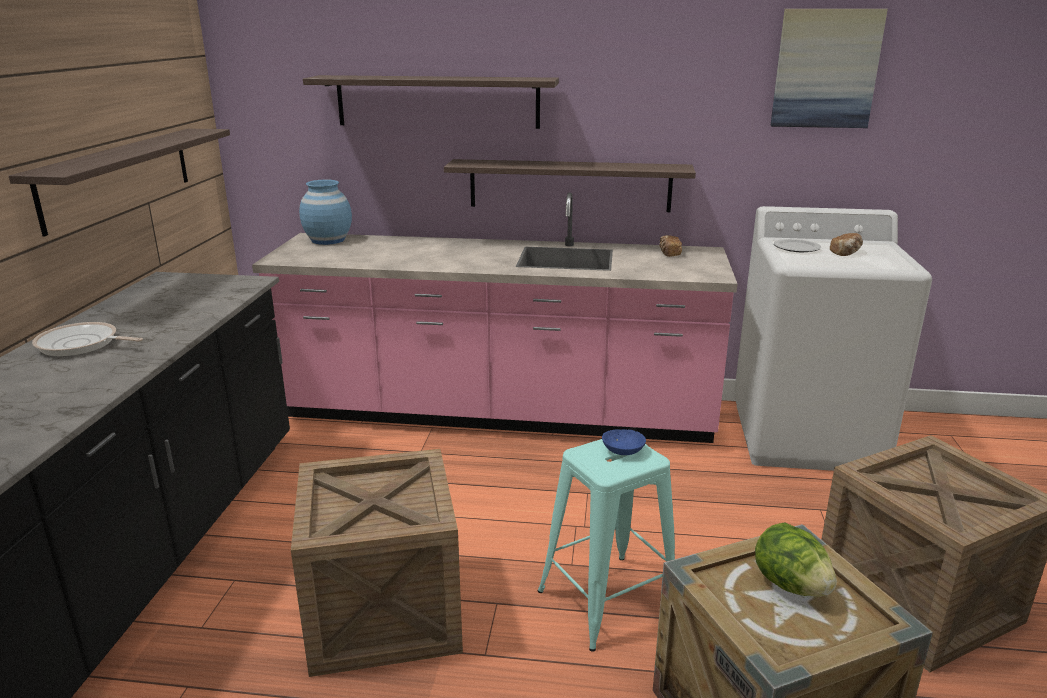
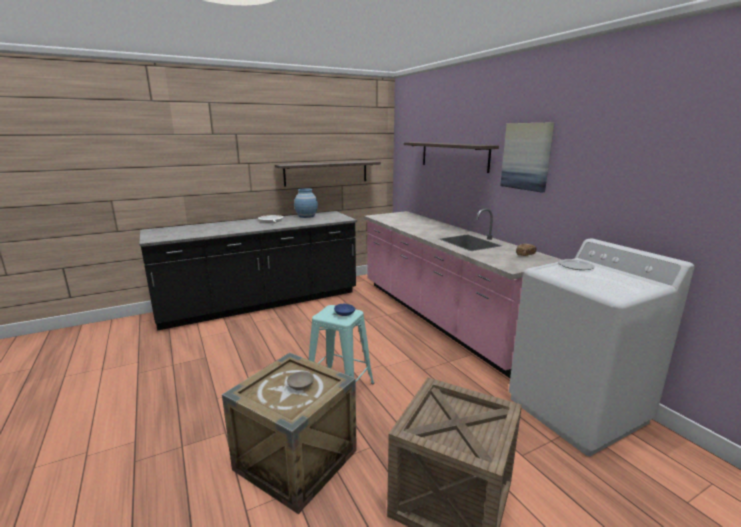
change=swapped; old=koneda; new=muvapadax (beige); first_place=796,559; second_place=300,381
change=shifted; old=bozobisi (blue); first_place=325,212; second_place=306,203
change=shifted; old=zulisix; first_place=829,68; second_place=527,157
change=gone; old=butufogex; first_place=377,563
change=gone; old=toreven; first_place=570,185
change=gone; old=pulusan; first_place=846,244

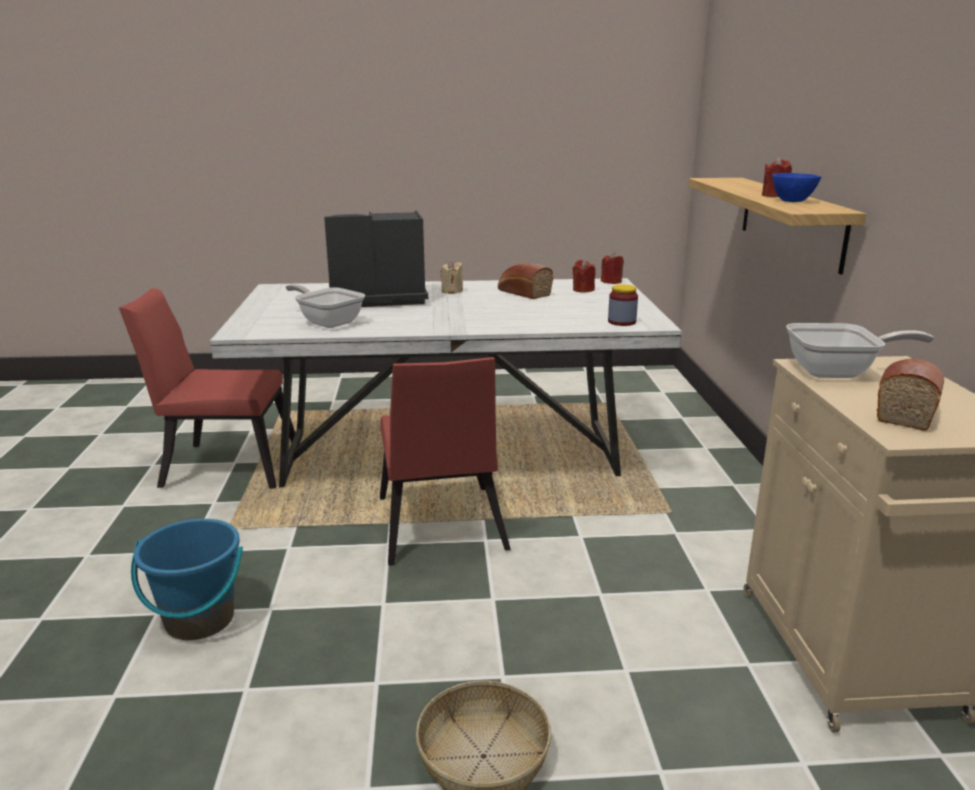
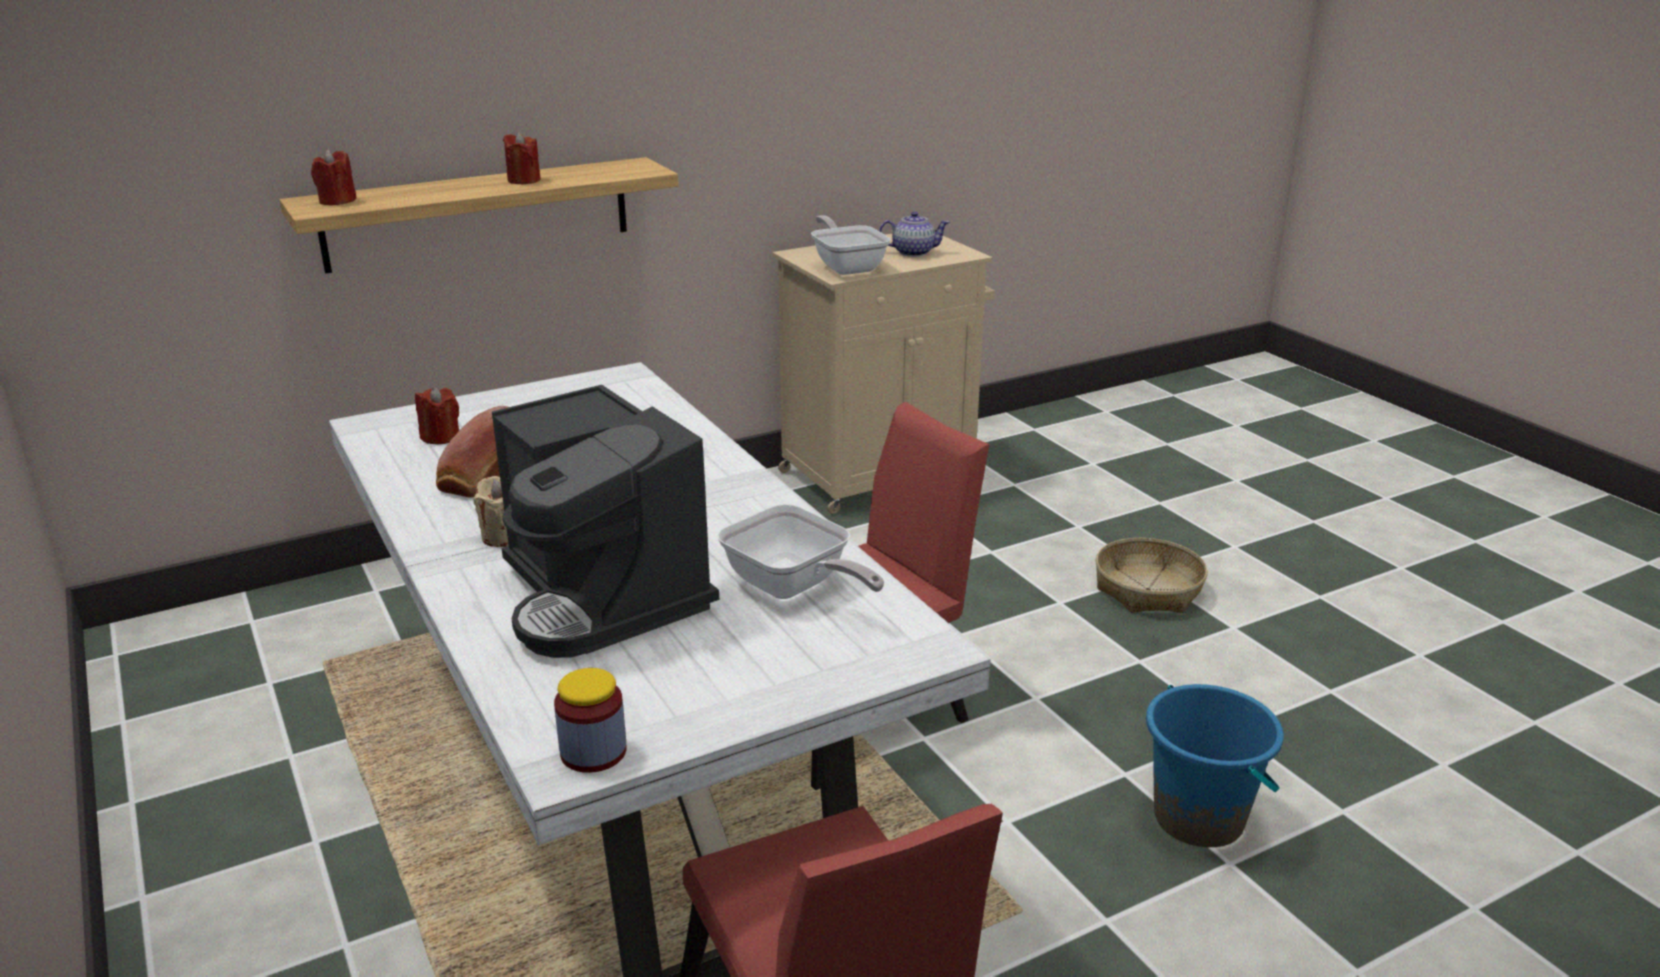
change=shifted; old=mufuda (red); first_place=612,268; second_place=334,177
change=shifted; old=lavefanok; first_place=623,305; second_place=590,720
change=rotated; old=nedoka; first_place=325,306; second_place=800,551; degrees=-60
change=swapped; old=pulusan; new=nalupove; first_place=910,395; second_place=914,234
change=gone; old=muvapadax (blue); first_place=796,187

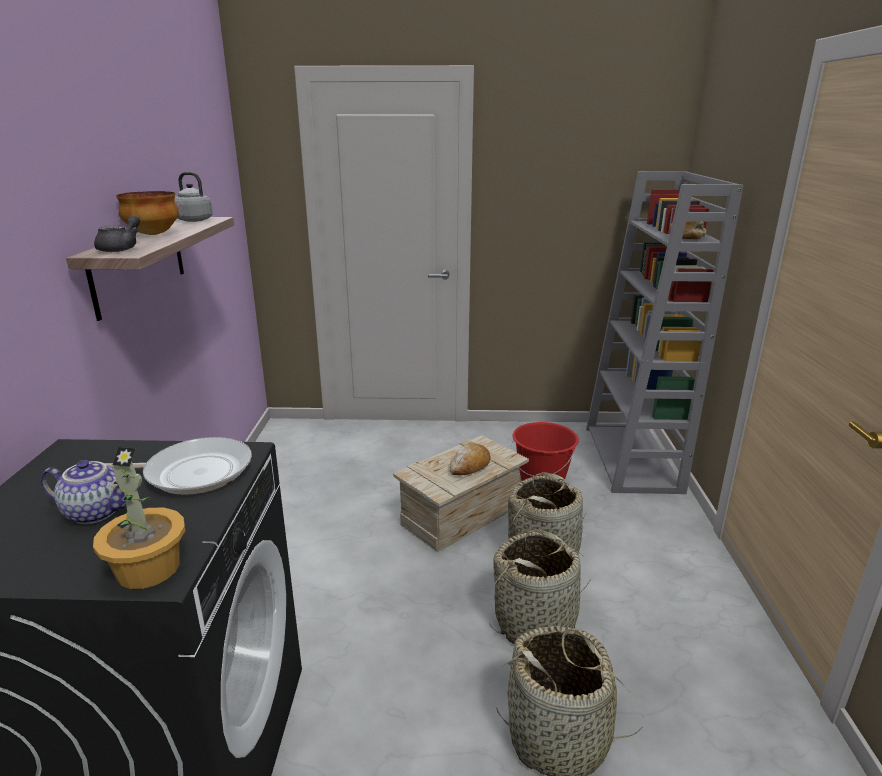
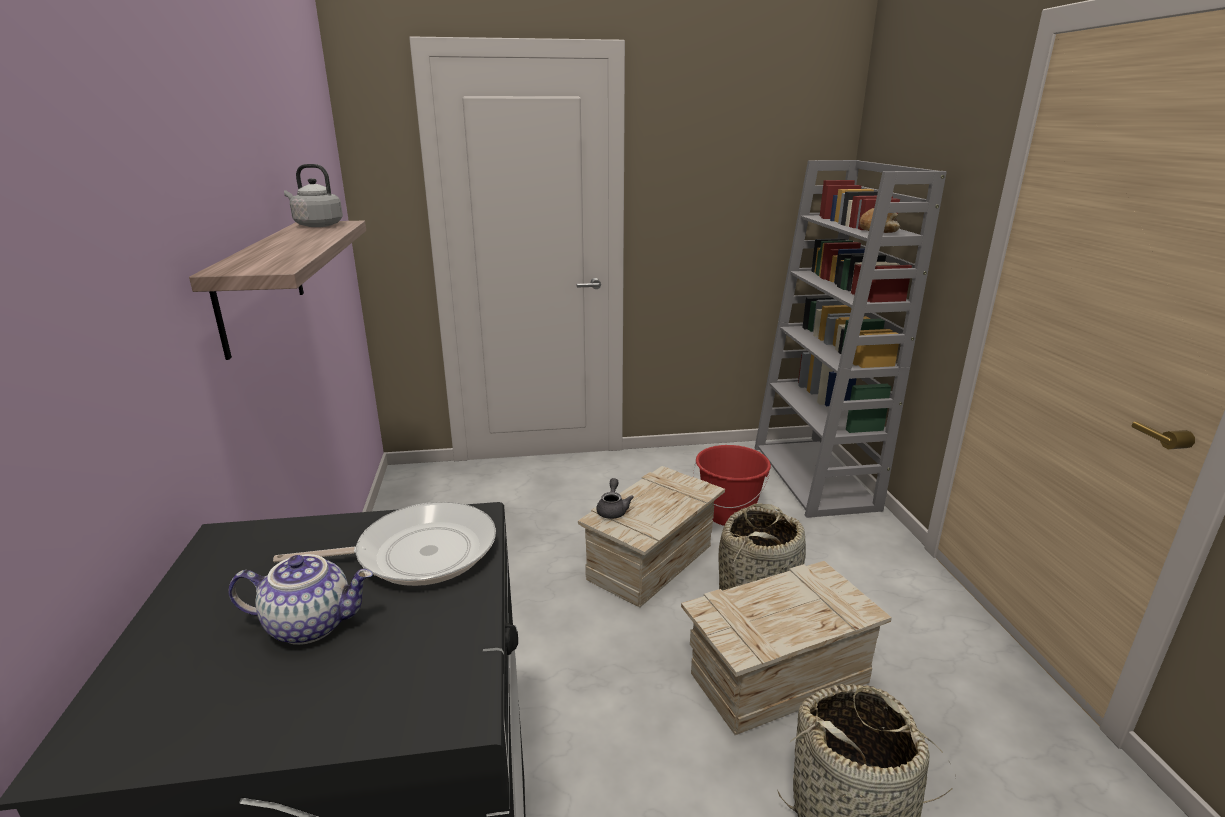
change=shifted; old=nalupove (grey); first_place=117,233; second_place=615,498
change=swapped; old=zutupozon; new=butufogex; first_place=540,586; second_place=786,648
change=gone; old=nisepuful; first_place=139,518
change=gone; old=muvapadax; first_place=147,213
change=gone; old=pulusan; first_place=470,459

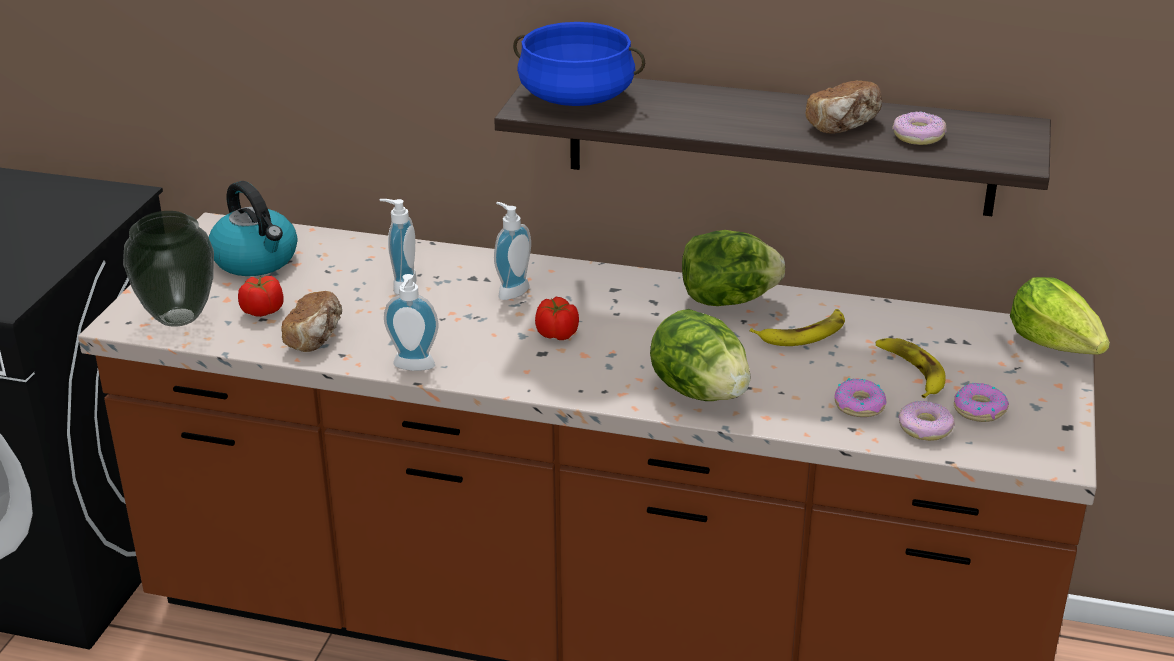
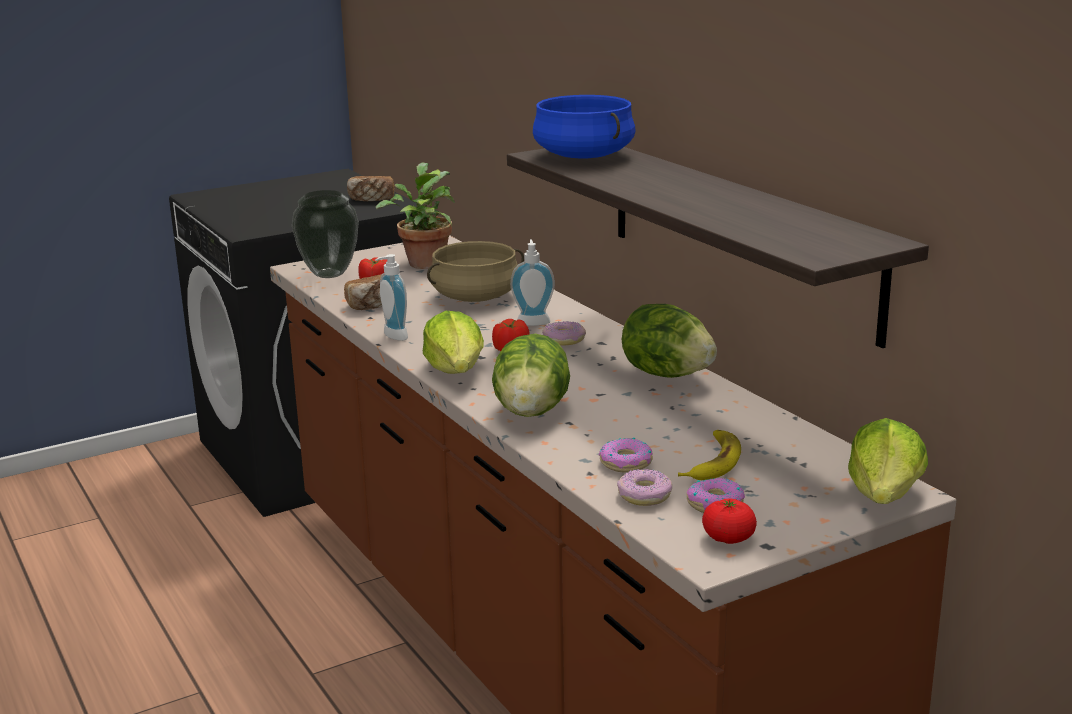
change=shifted; old=pulusan; first_place=844,107; second_place=371,188
change=swapped; old=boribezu; new=nisepuful; first_place=253,228; second_place=415,216
change=new; new=koneda; second_place=453,342
change=swapped; old=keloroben; new=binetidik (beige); first_place=398,246; second_place=475,271
change=shifted; old=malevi; first_place=919,128; second_place=564,333
change=new; new=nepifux; second_place=729,521
change=gone; old=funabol; first_place=797,327

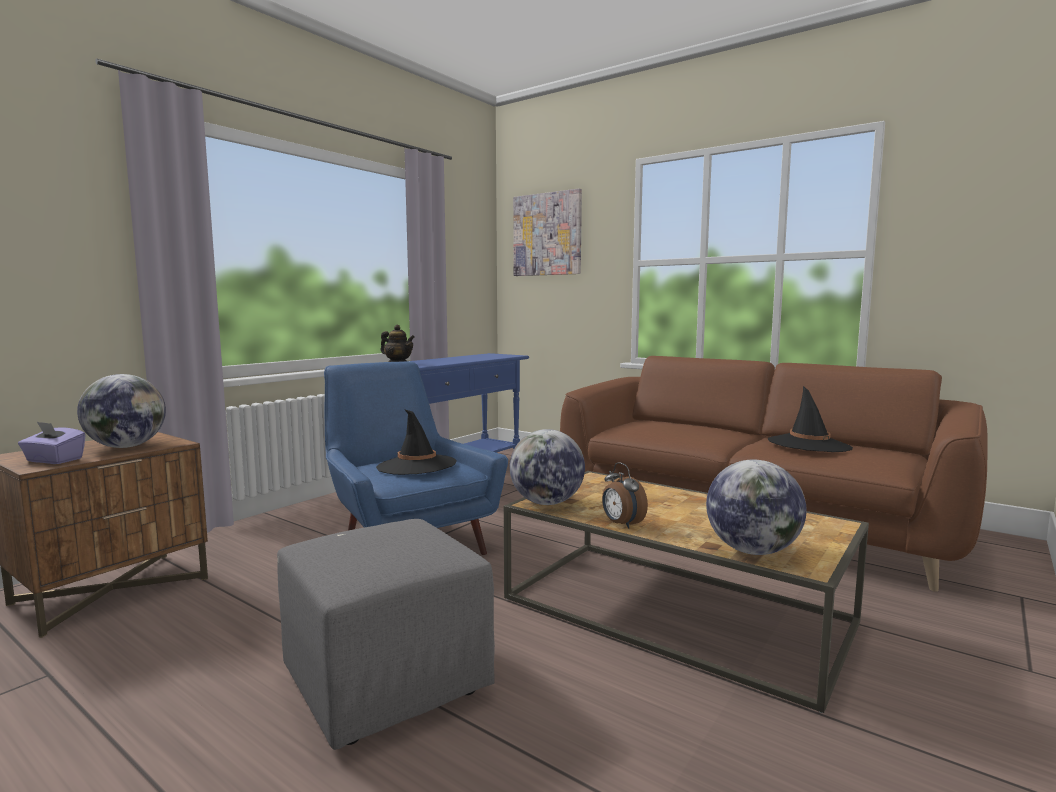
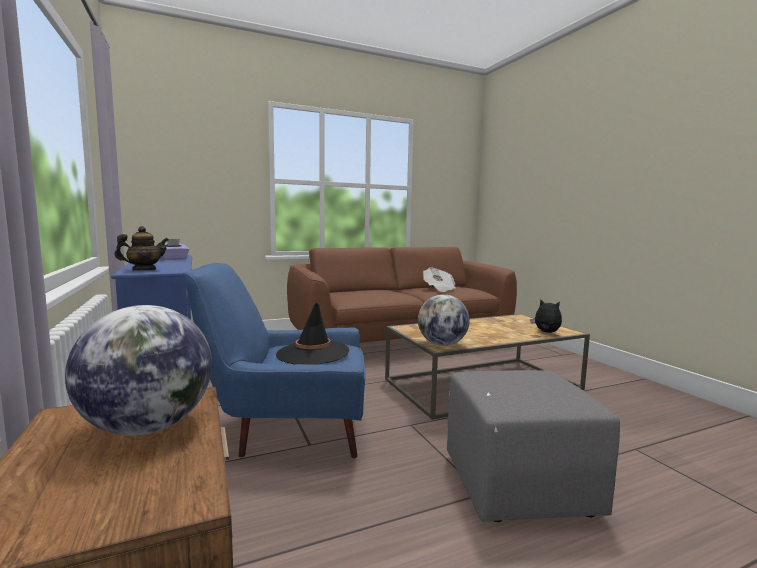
change=shifted; old=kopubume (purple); first_place=52,443; second_place=174,249
change=swapped; old=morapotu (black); new=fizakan; first_place=810,419; second_place=439,280
change=swapped; old=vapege; new=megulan; first_place=756,507; second_place=546,316
change=gone; old=zulisix; first_place=547,232
change=gone; old=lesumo; first_place=625,495

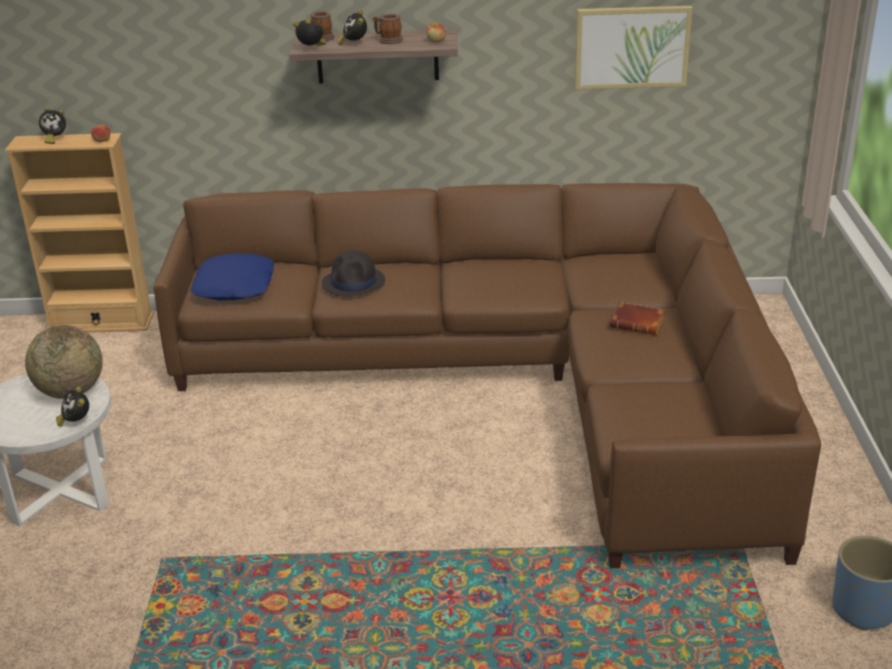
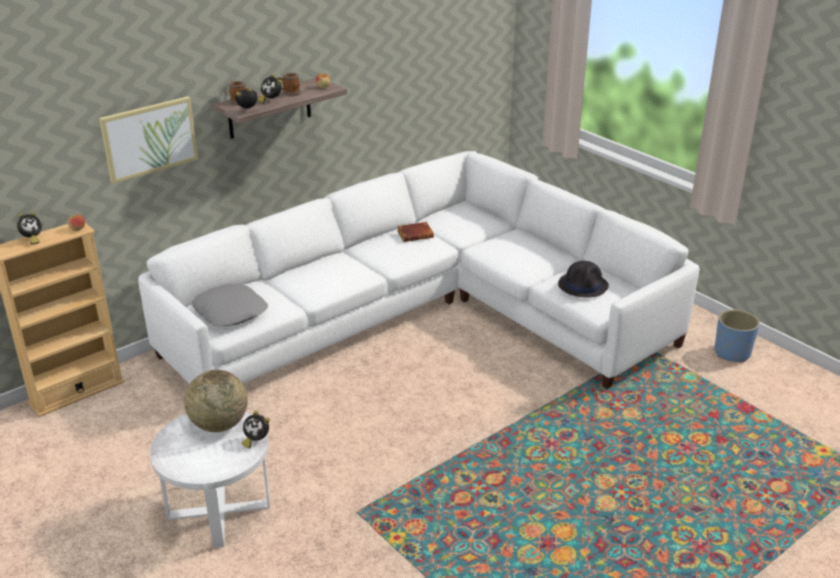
change=shifted; old=zulisix; first_place=633,47; second_place=148,140
change=repainted; old=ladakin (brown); new=ladakin (white); first_place=487,375; second_place=419,270
change=repainted; old=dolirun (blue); new=dolirun (grey); first_place=232,277; second_place=230,305
change=shifted; old=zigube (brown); first_place=637,318; second_place=415,232
change=shifted; old=morapotu (black); first_place=353,274; second_place=583,279

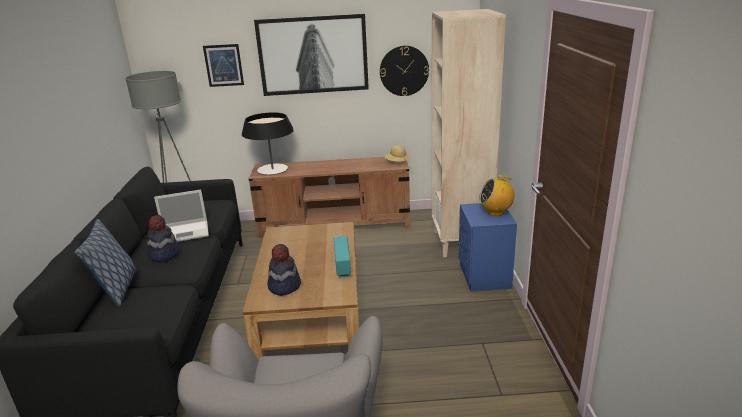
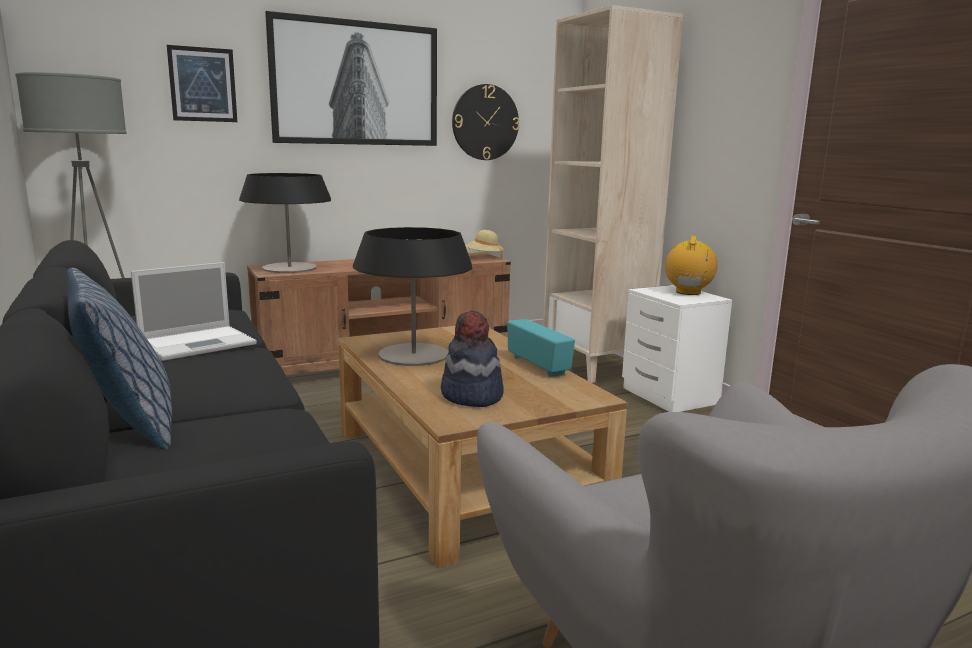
change=new; new=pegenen; second_place=412,296
change=repainted; old=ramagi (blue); new=ramagi (white); first_place=488,247; second_place=677,348
change=rotated; old=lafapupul; first_place=497,195; second_place=691,265; degrees=135
change=gone; old=morapotu; first_place=163,238

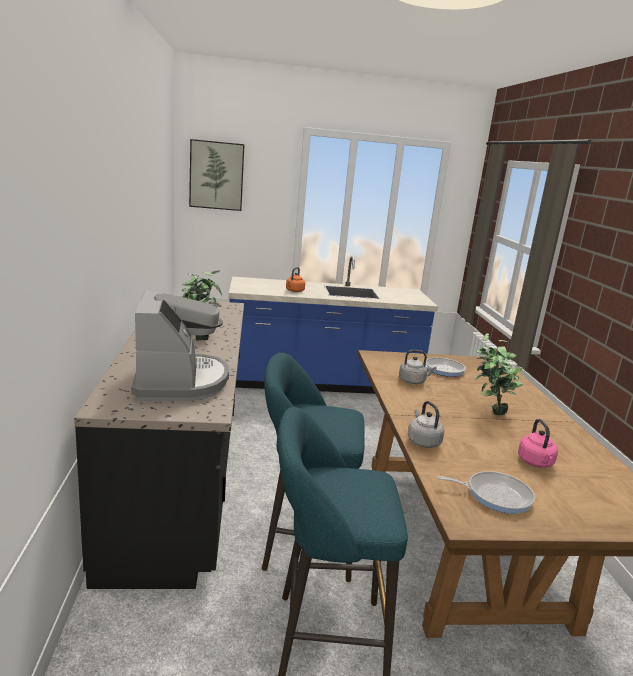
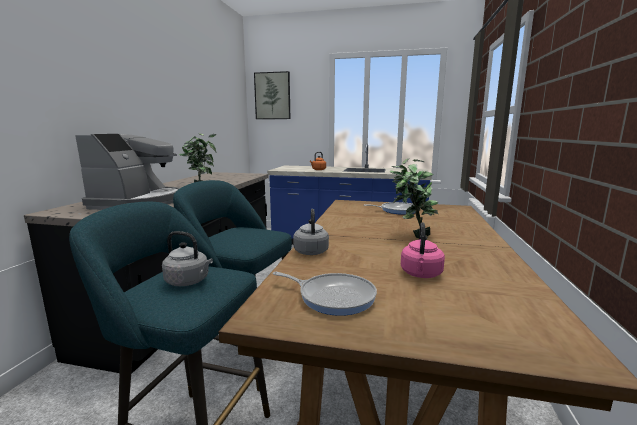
change=shifted; old=boribezu (grey); first_place=417,367; second_place=187,258

